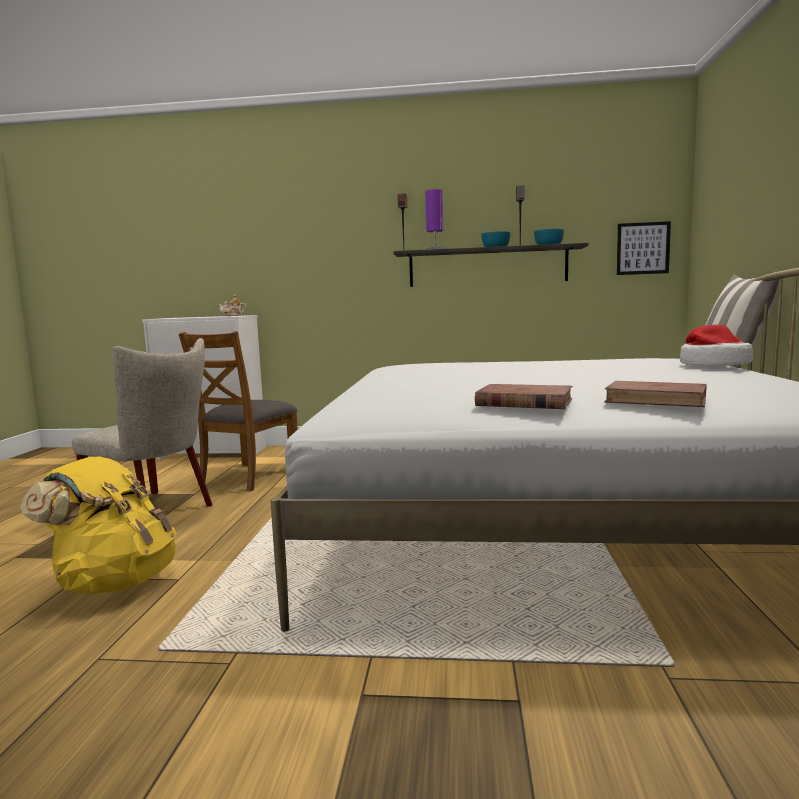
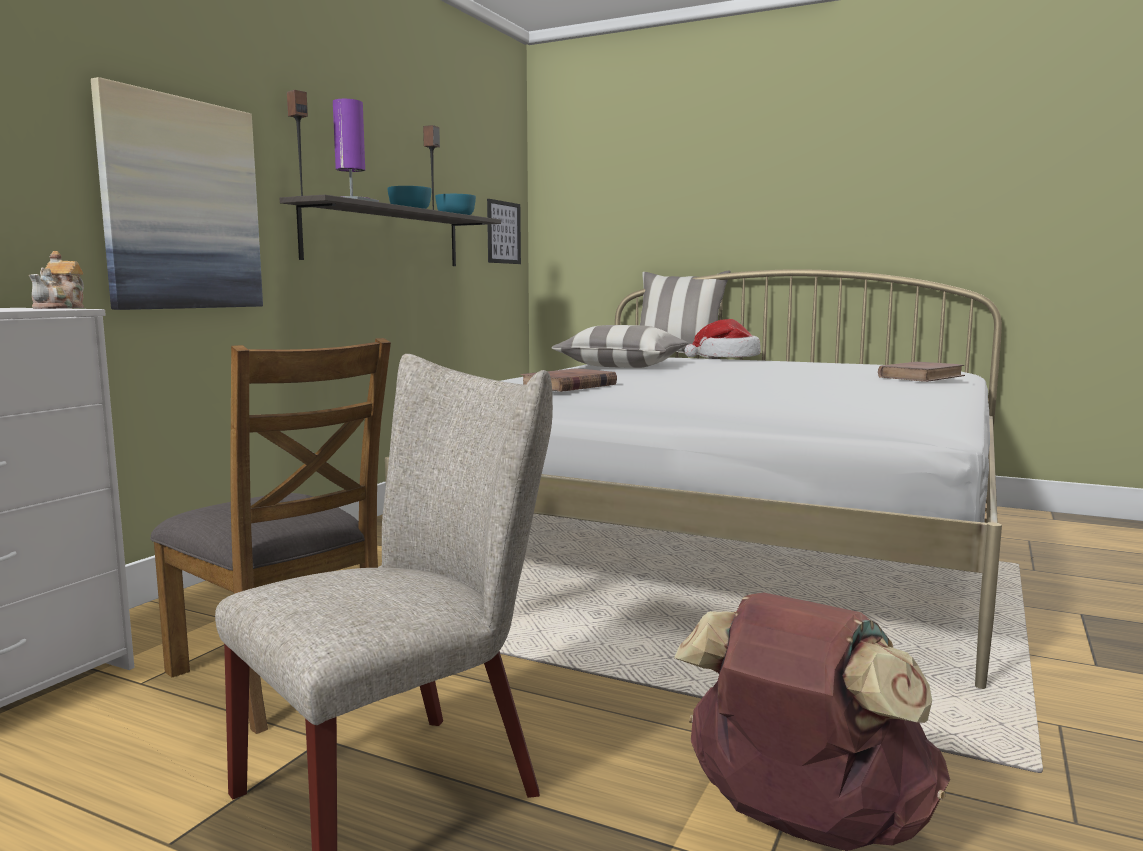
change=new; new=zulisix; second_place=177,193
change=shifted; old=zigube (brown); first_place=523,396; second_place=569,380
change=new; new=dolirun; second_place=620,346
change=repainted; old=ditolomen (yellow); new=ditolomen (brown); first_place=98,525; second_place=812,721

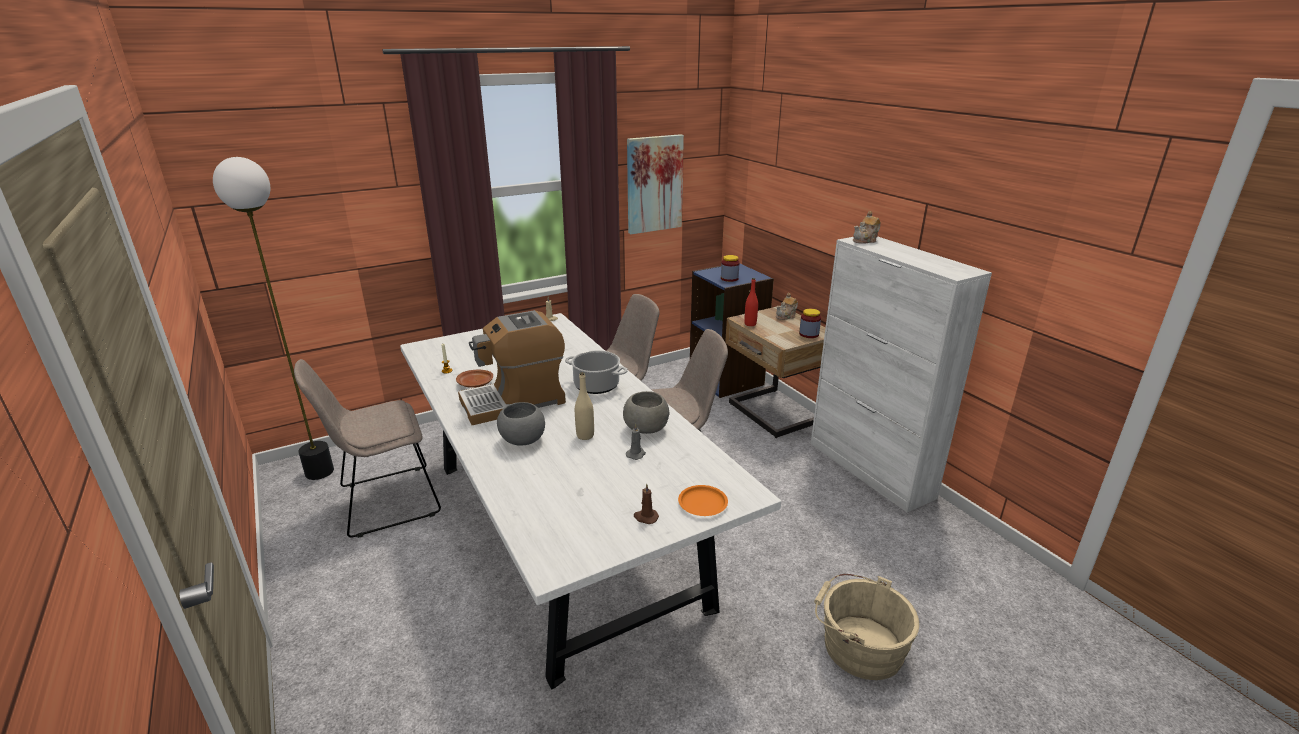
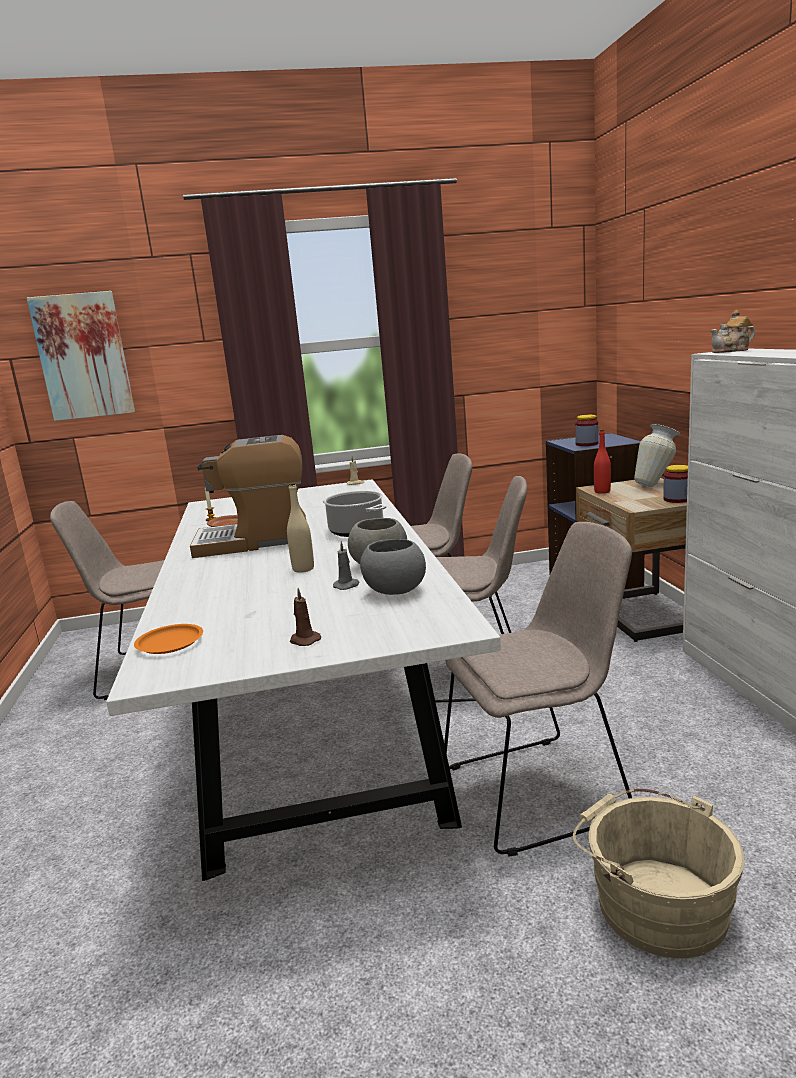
change=shifted; old=zulisix; first_place=655,184; second_place=81,356
change=shifted; old=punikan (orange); first_place=703,500; second_place=168,639
change=shifted; old=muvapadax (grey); first_place=521,423; second_place=393,567
change=new; new=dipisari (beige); second_place=538,689
change=swapped; old=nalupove; new=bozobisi; first_place=787,306; second_place=657,455
change=gone; old=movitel; first_place=273,318

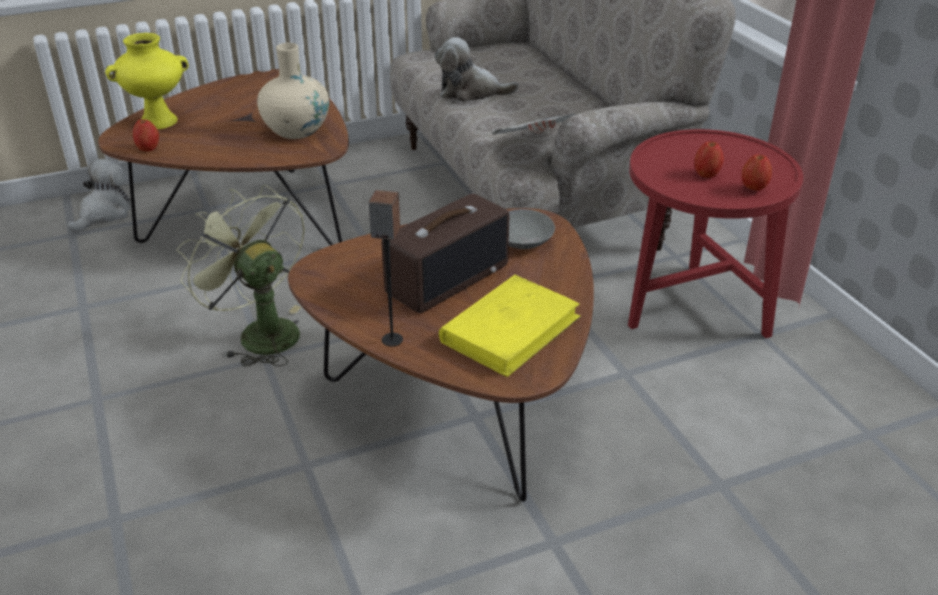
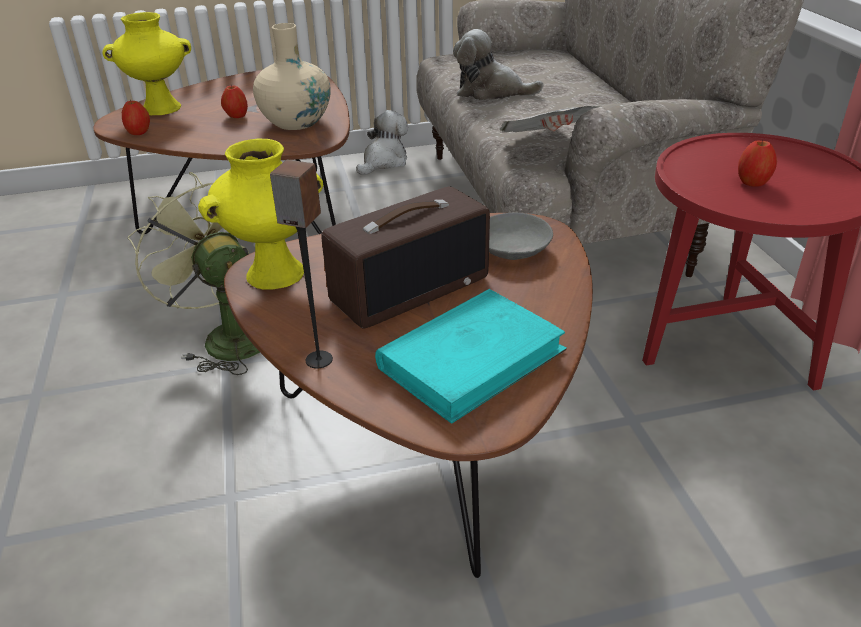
change=new; new=bozobisi (yellow); second_place=260,214
change=shifted; old=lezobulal; first_place=757,172; second_place=234,101
change=shifted; old=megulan; first_place=99,196; second_place=382,142
change=repainted; old=zigube (yellow); new=zigube (turquoise); first_place=510,326; second_place=471,356

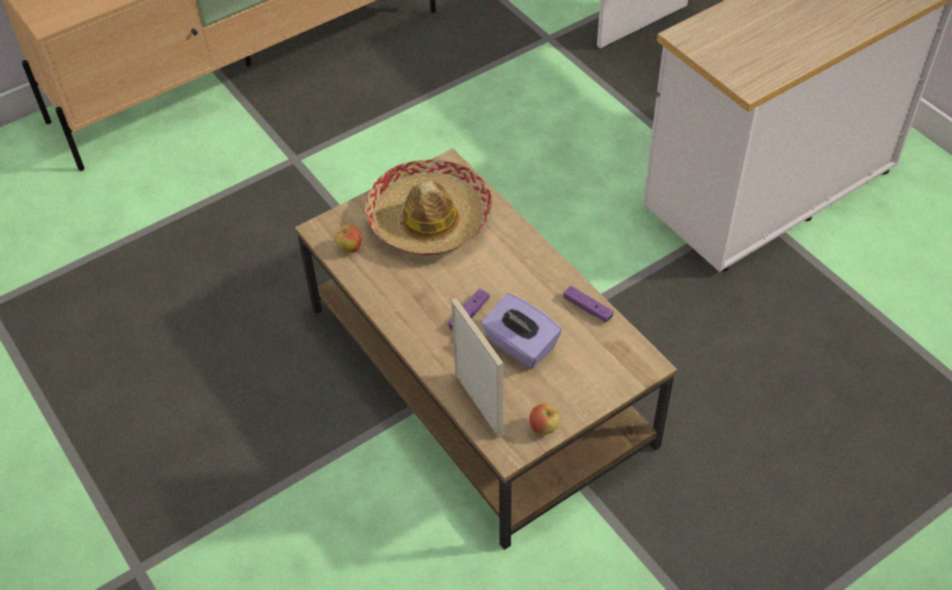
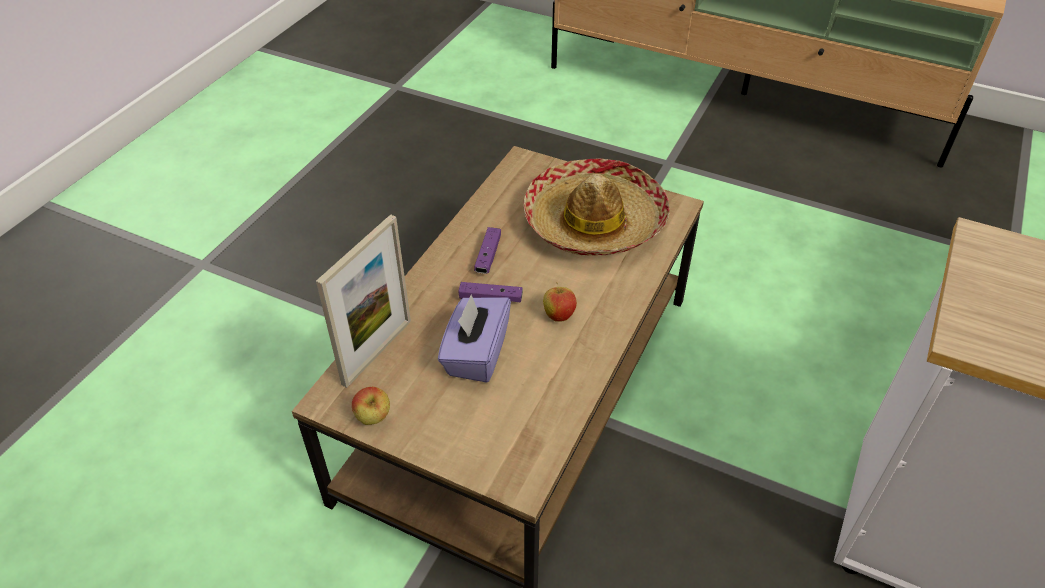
change=shifted; old=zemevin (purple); first_place=588,304; second_place=487,250
change=shifted; old=lezobulal; first_place=348,239; second_place=560,302

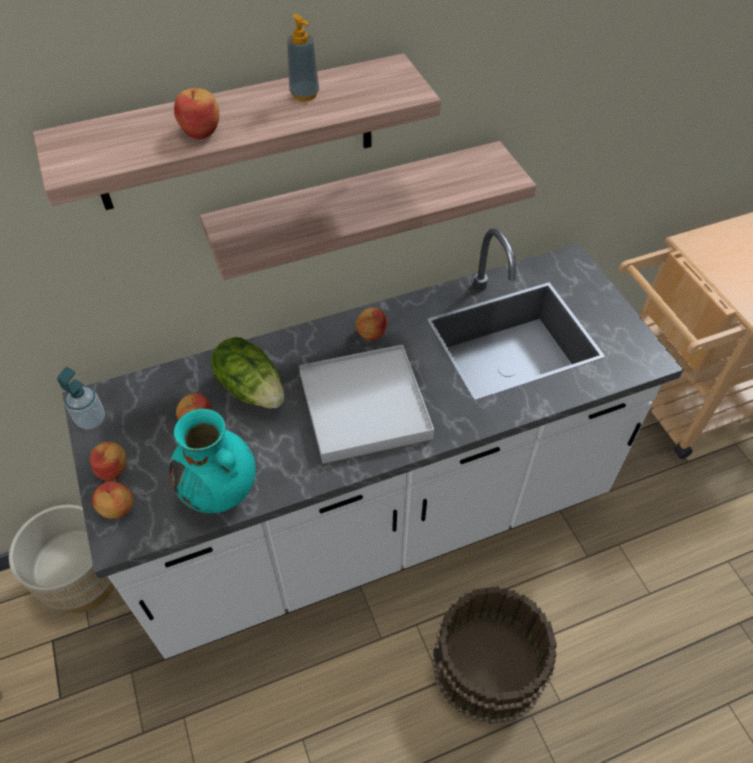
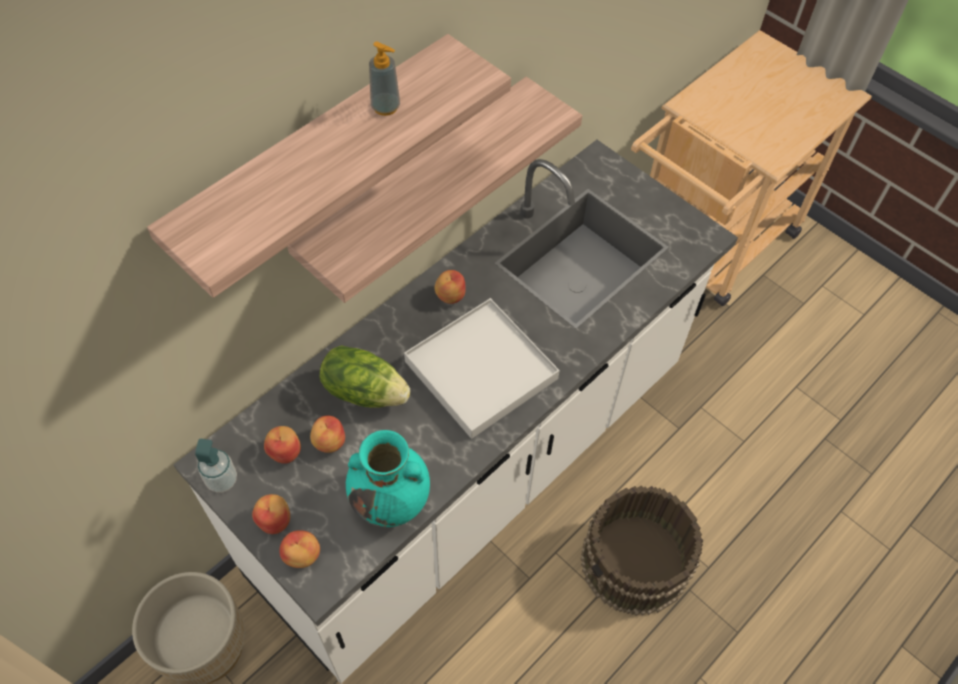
change=shifted; old=lezobulal; first_place=196,114; second_place=282,445

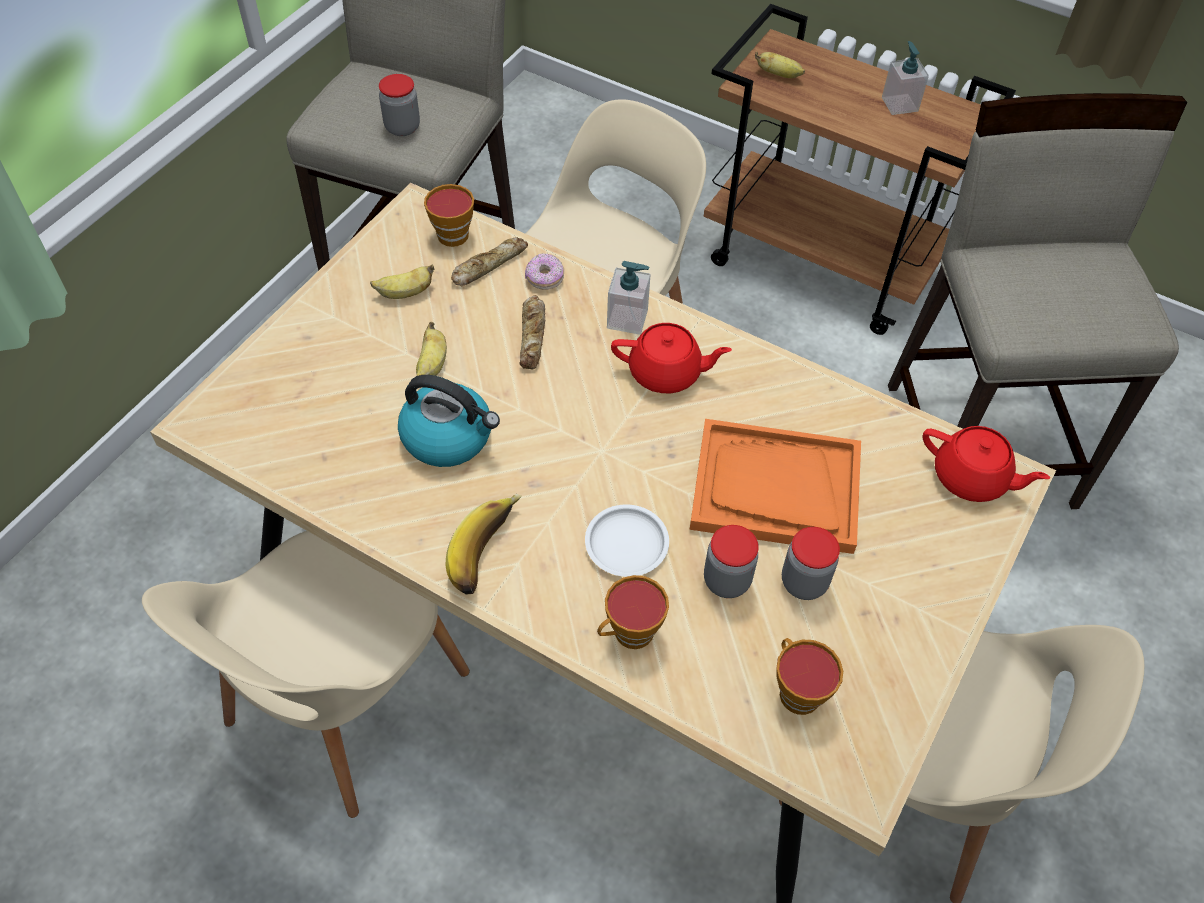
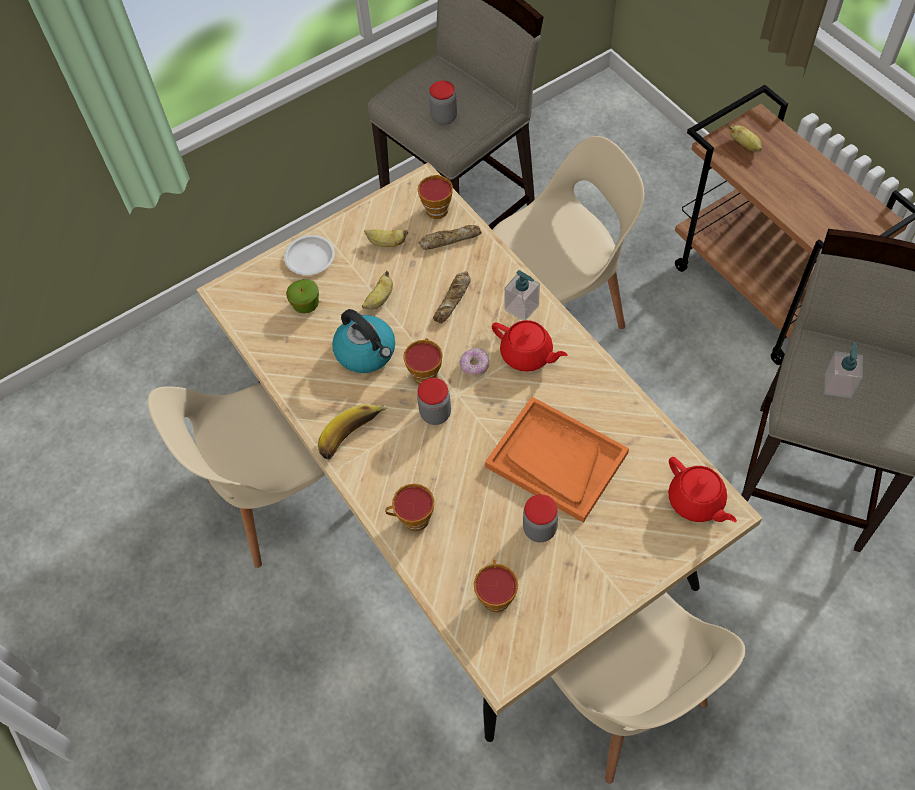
change=shifted; old=punikan (white); first_place=627,541; second_place=309,255
change=new; new=lezobulal; second_place=302,296
change=new; new=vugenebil; second_place=423,361
change=shifted; old=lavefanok; first_place=731,561; second_place=434,401
change=shifted; old=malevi; first_place=544,271; second_place=474,362
change=shifted; old=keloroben; first_place=905,78; second_place=843,370

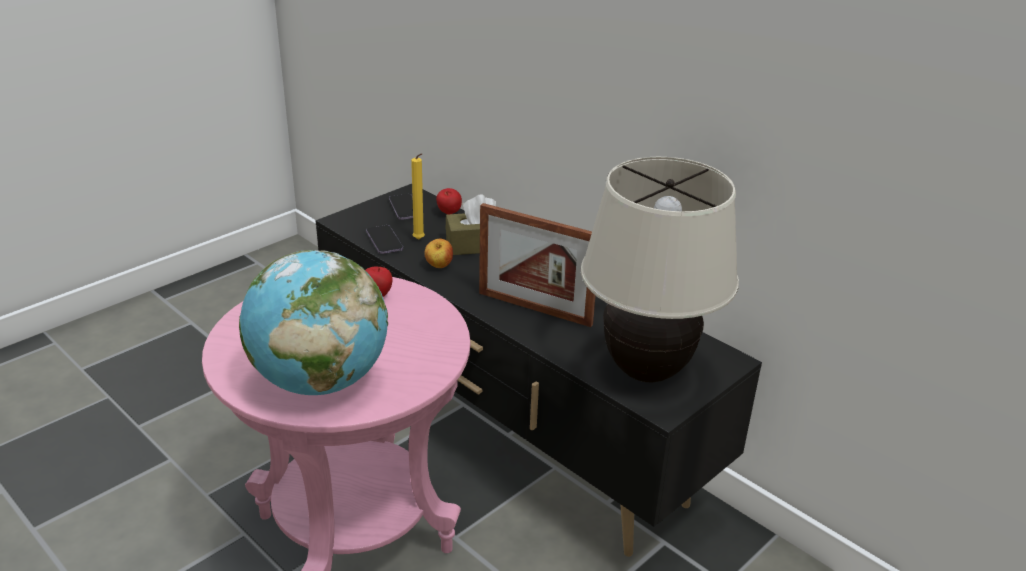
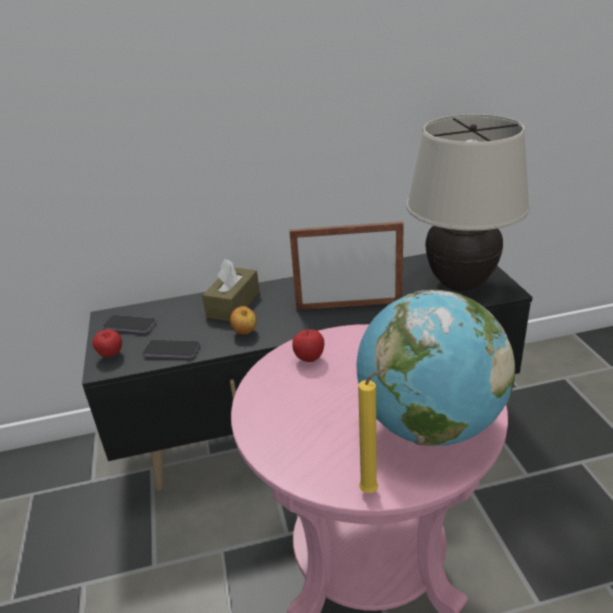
change=shifted; old=lezobulal; first_place=449,201; second_place=107,343
change=rotated; old=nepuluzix; first_place=537,265; second_place=346,265; degrees=-150
change=shifted; old=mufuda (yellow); first_place=418,196; second_place=371,431

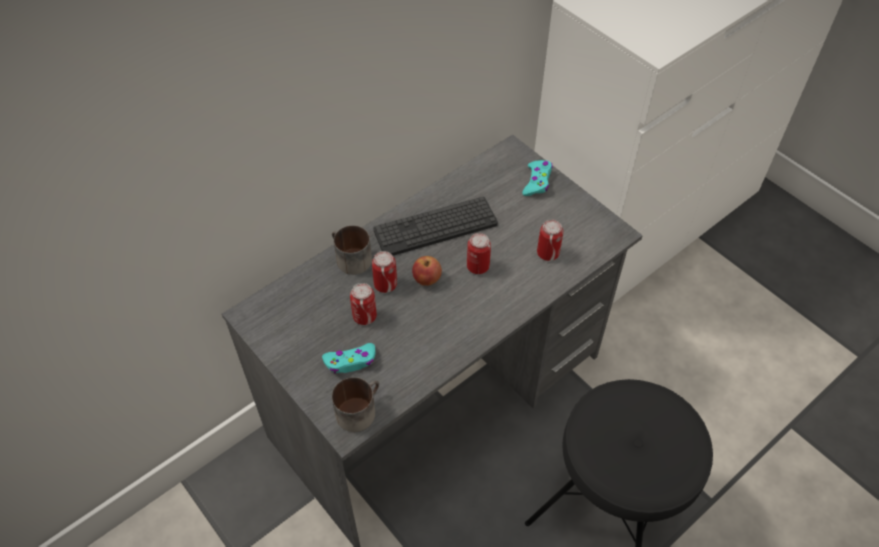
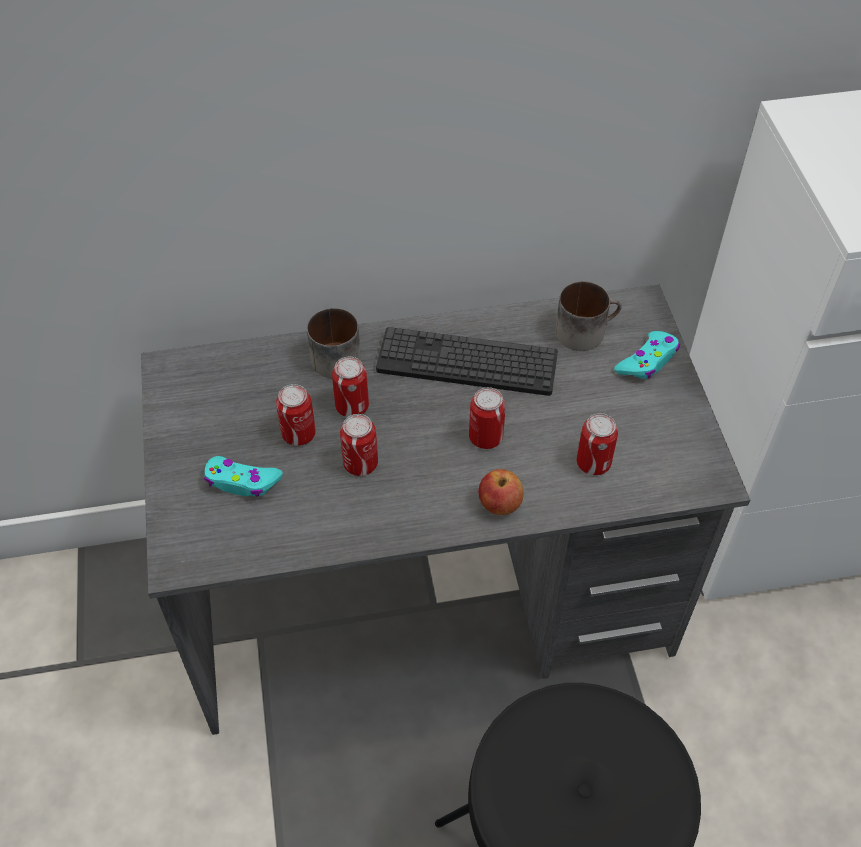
change=new; new=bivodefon; second_place=359,445
change=shifted; old=lezobulal; first_place=427,271; second_place=501,492
change=shifted; old=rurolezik; first_place=355,404; second_place=588,316

